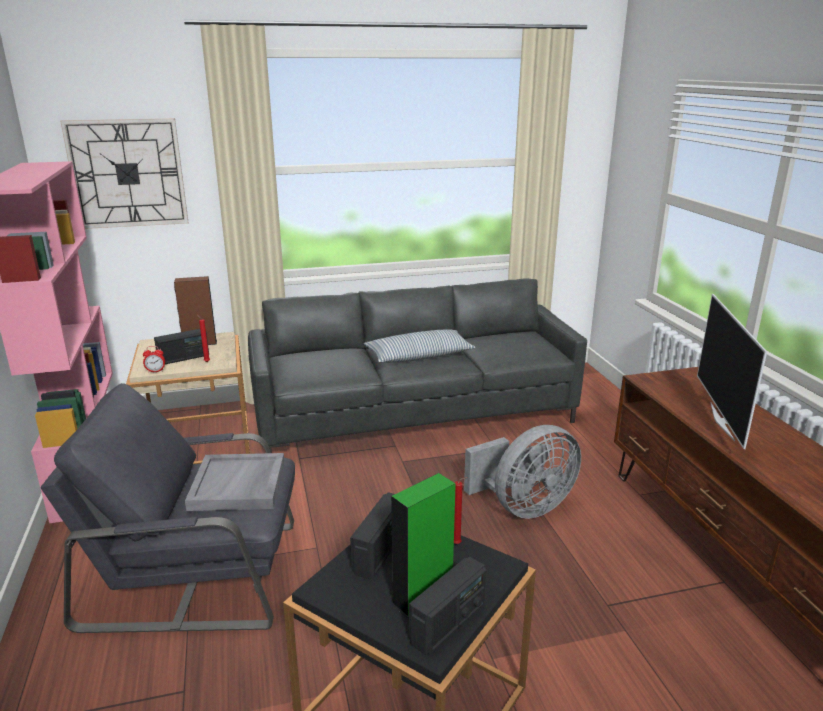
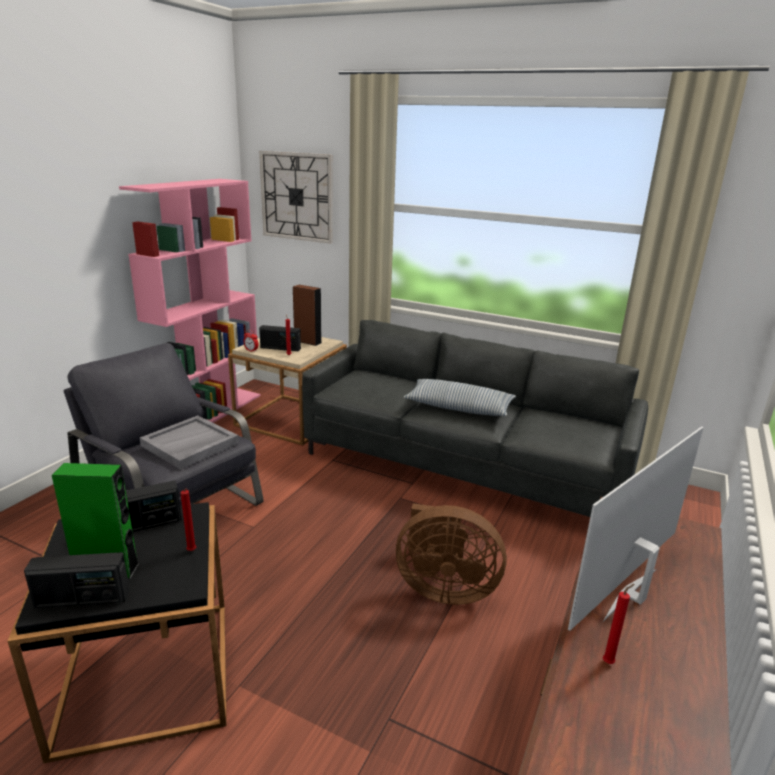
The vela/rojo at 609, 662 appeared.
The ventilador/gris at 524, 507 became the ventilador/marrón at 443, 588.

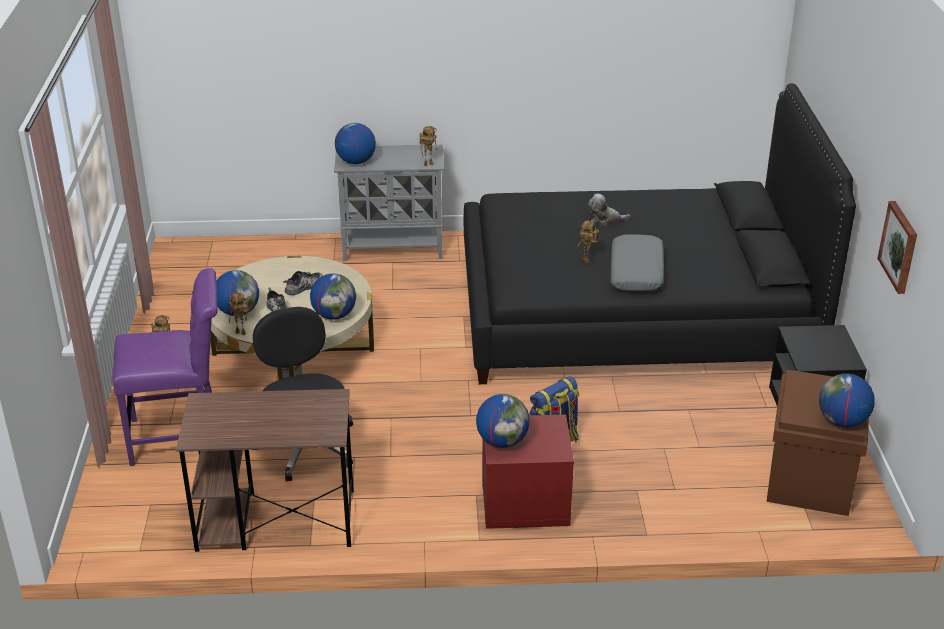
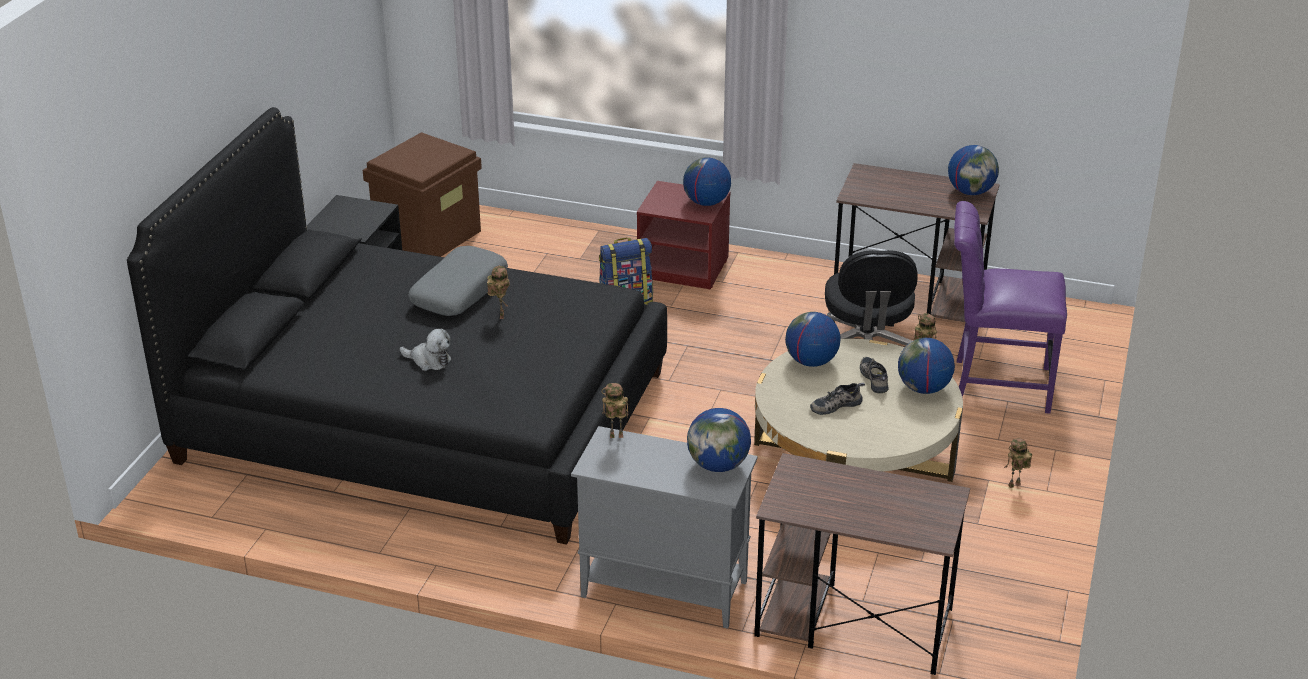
The cuadro at 899, 247 disappeared.
The escritorio/marrón at 852, 622 appeared.
The globo terráqueo moved from 842, 421 to 971, 192.

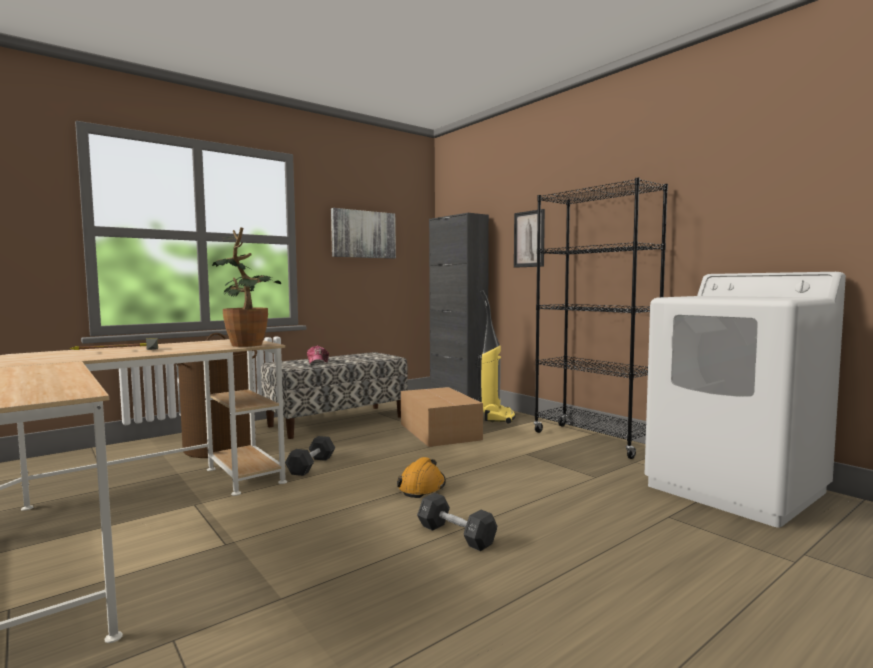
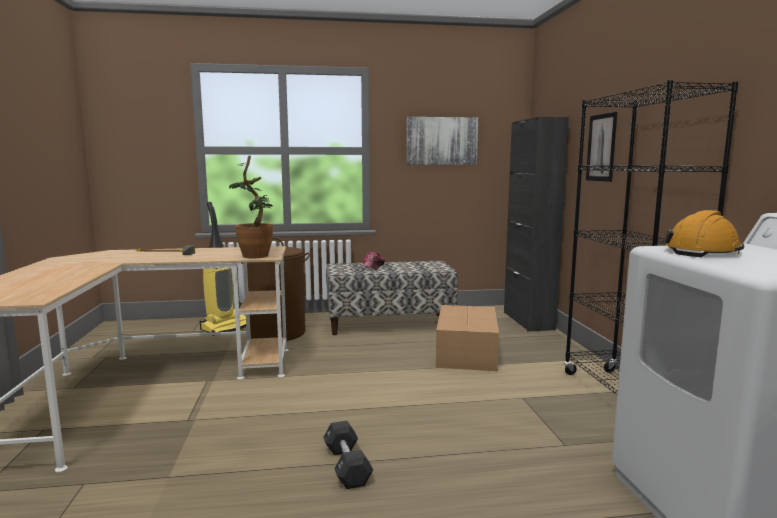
The mancuerna/negro at 311, 465 disappeared.
The casco/naranja moved from 422, 487 to 703, 251.
The aspiradora moved from 497, 417 to 226, 327.

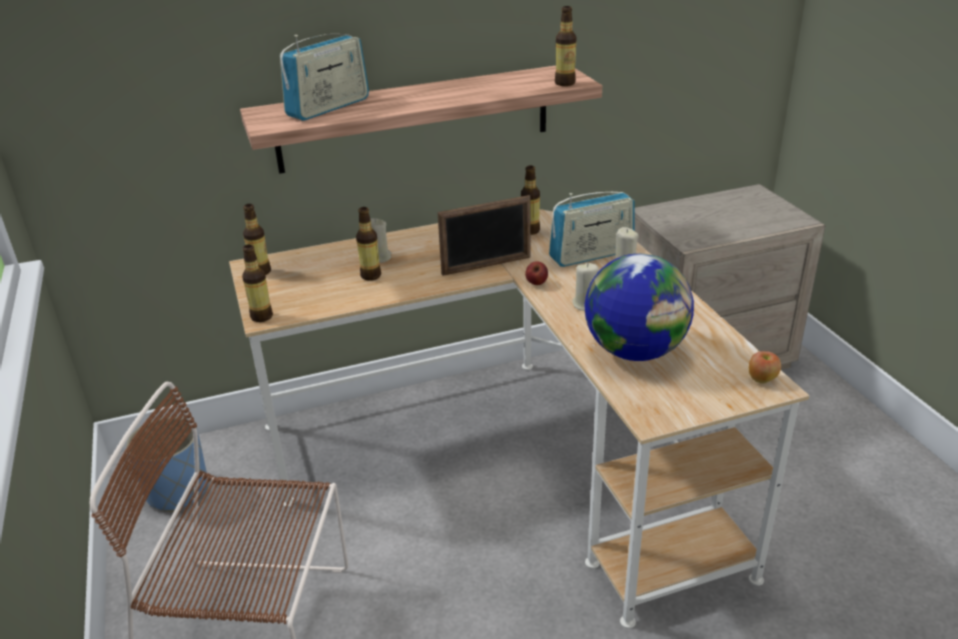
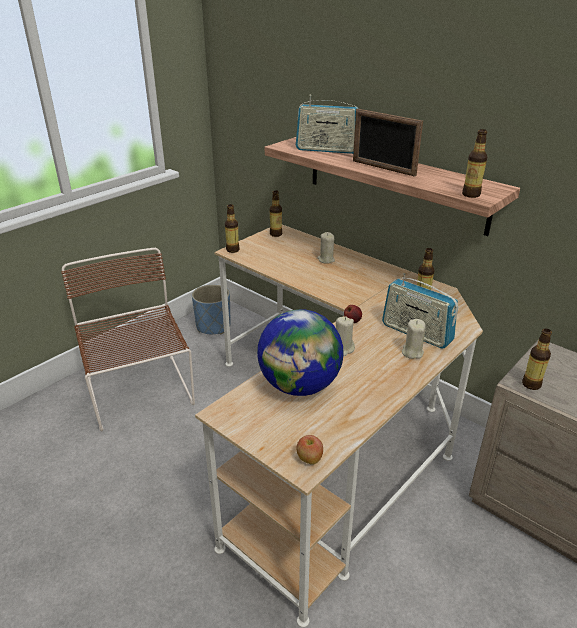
The botella moved from 370, 276 to 531, 384.
The portarretratos moved from 486, 265 to 383, 168.

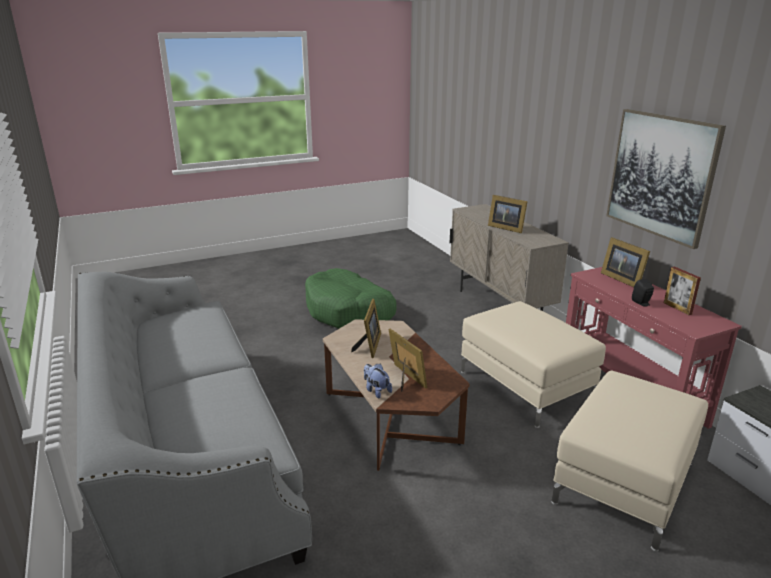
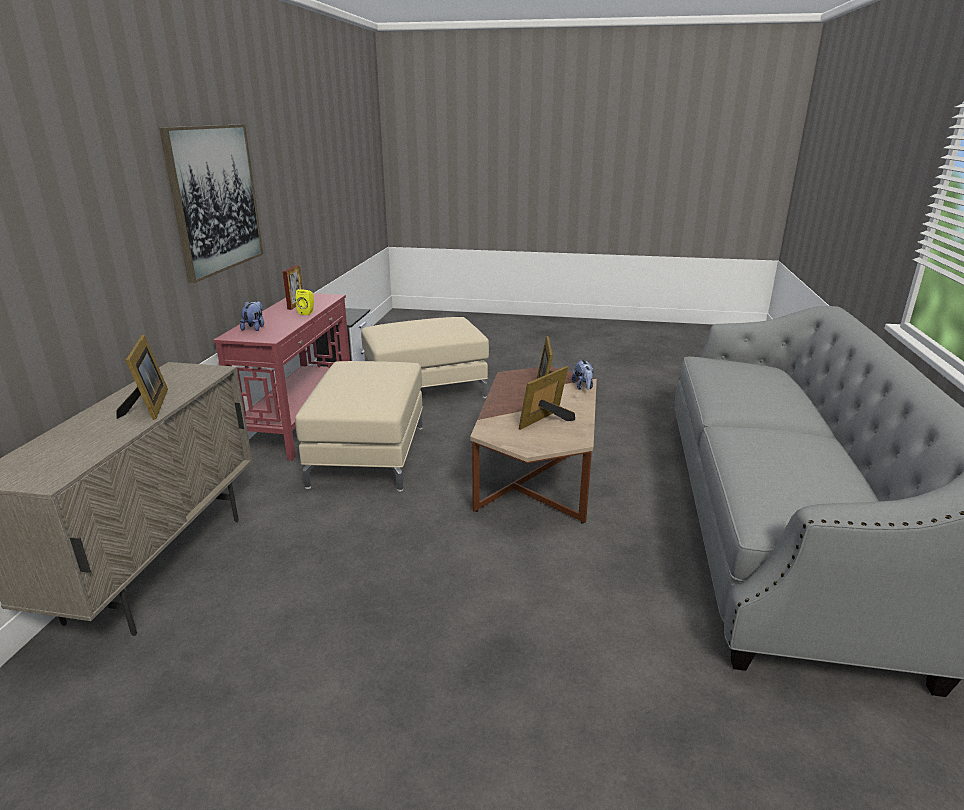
The cama para perro/verde at 349, 312 disappeared.
The portarretratos at 621, 279 was replaced by the peluche at 255, 328.
The altavoz/negro at 642, 303 became the altavoz/amarillo at 307, 312.

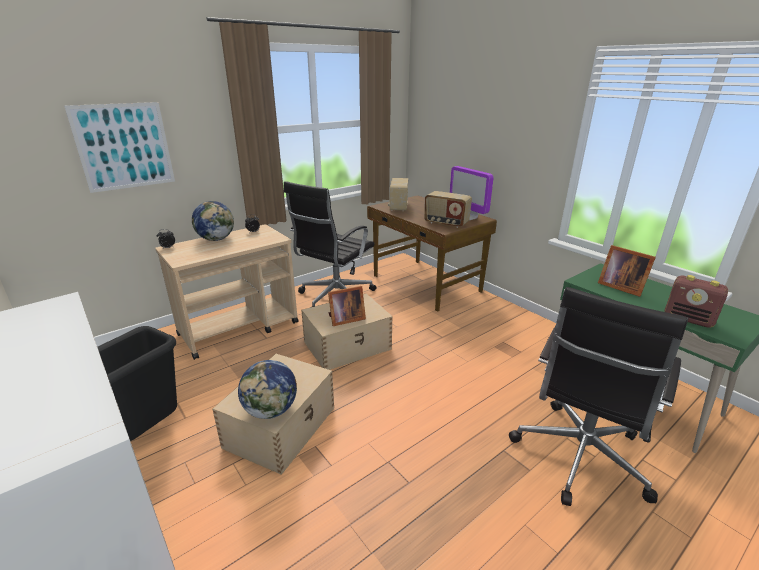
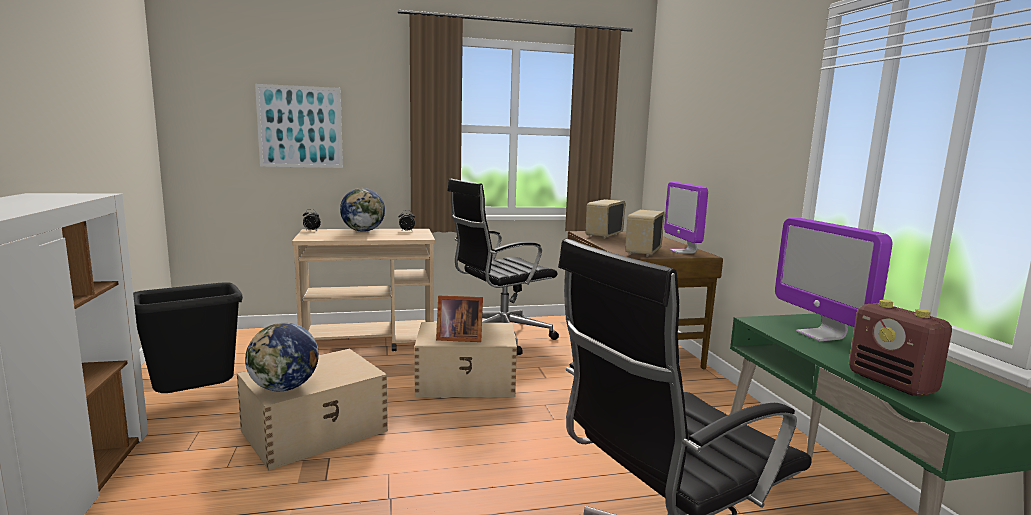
The portarretratos at 619, 286 was replaced by the monitor at 820, 335.
The radio at 446, 223 turned 60 degrees clockwise.

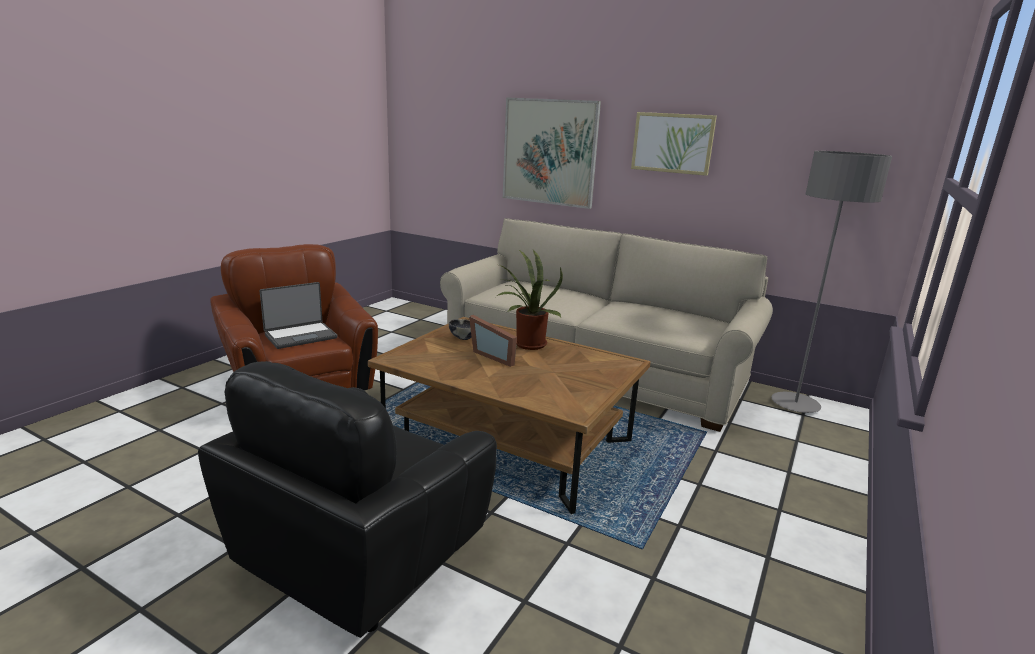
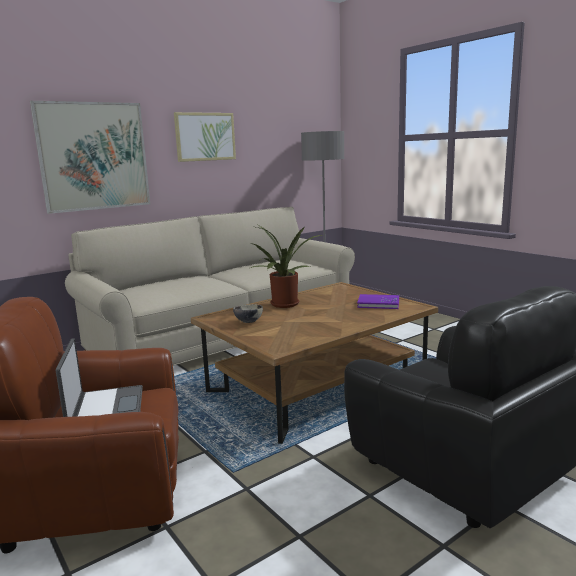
The portarretratos at 495, 356 disappeared.
The libro/morado at 378, 304 appeared.

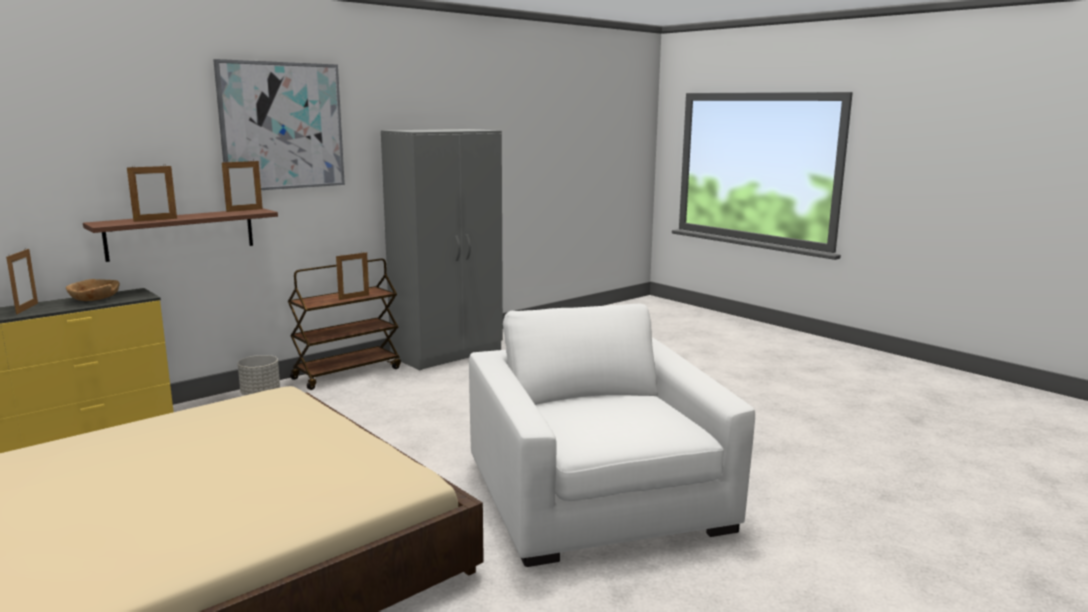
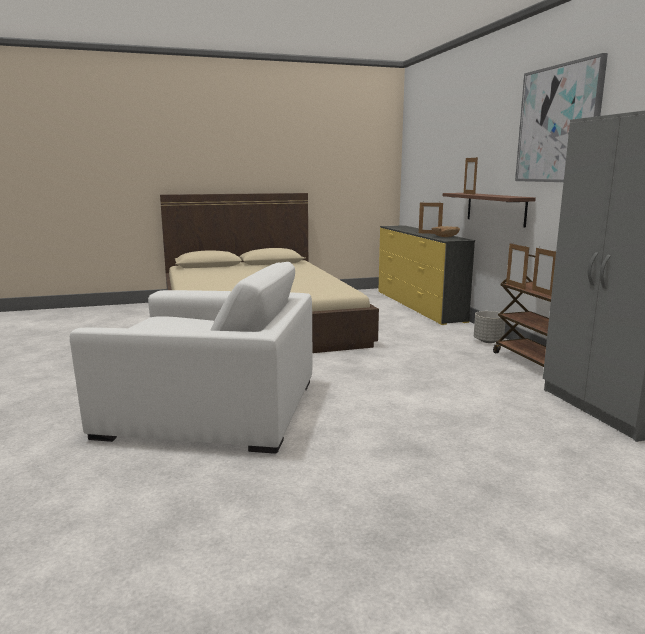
The portarretratos moved from 244, 210 to 515, 286.

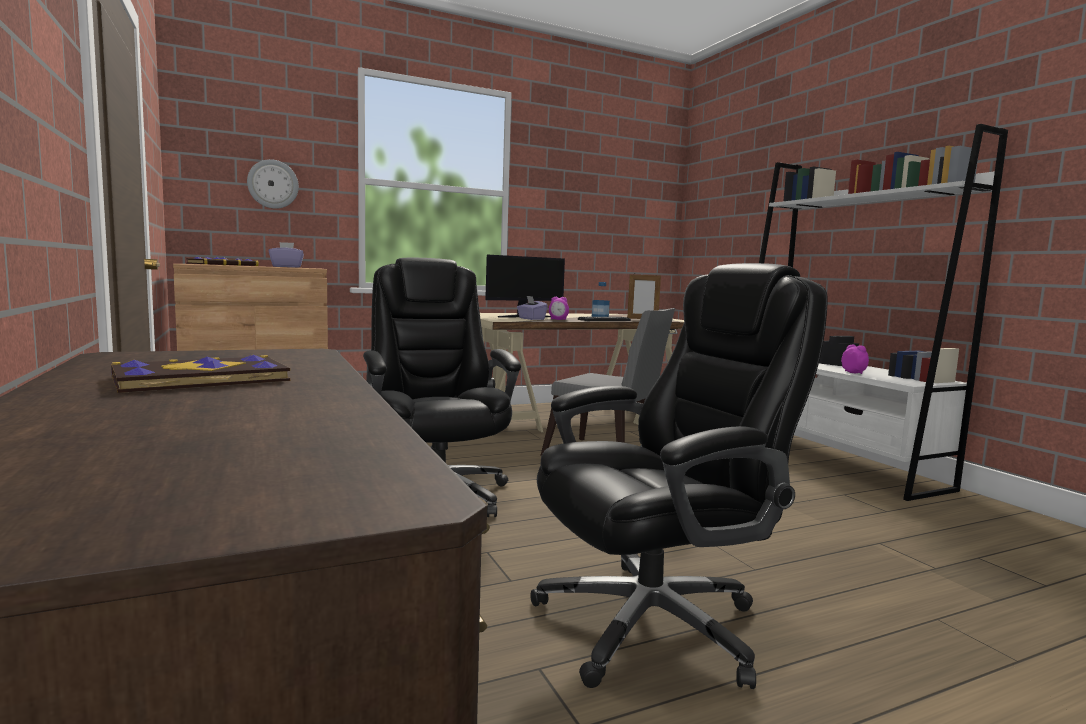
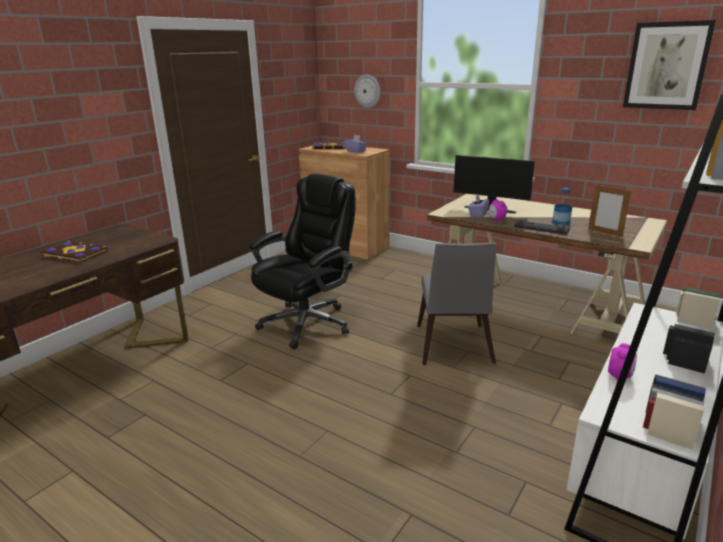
The silla de oficina/negro at 655, 623 disappeared.
The cuadro at 666, 66 appeared.

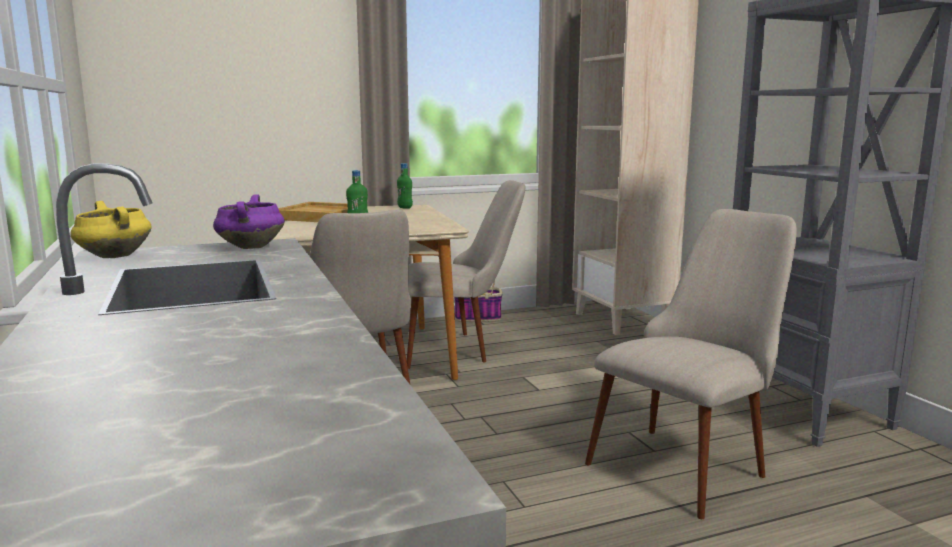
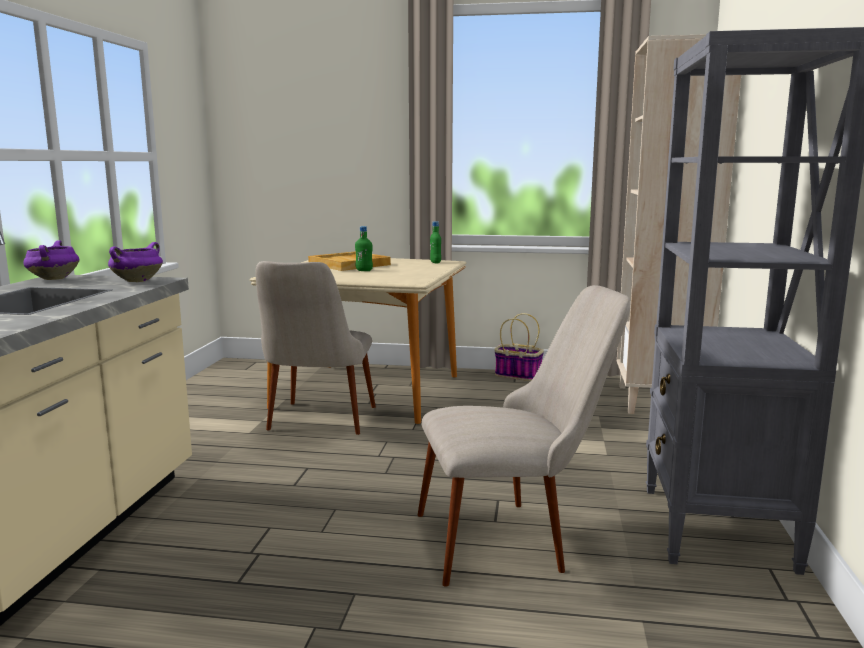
The silla/beis at 458, 348 disappeared.
The olla/amarillo at 113, 256 became the olla/morado at 53, 279.

